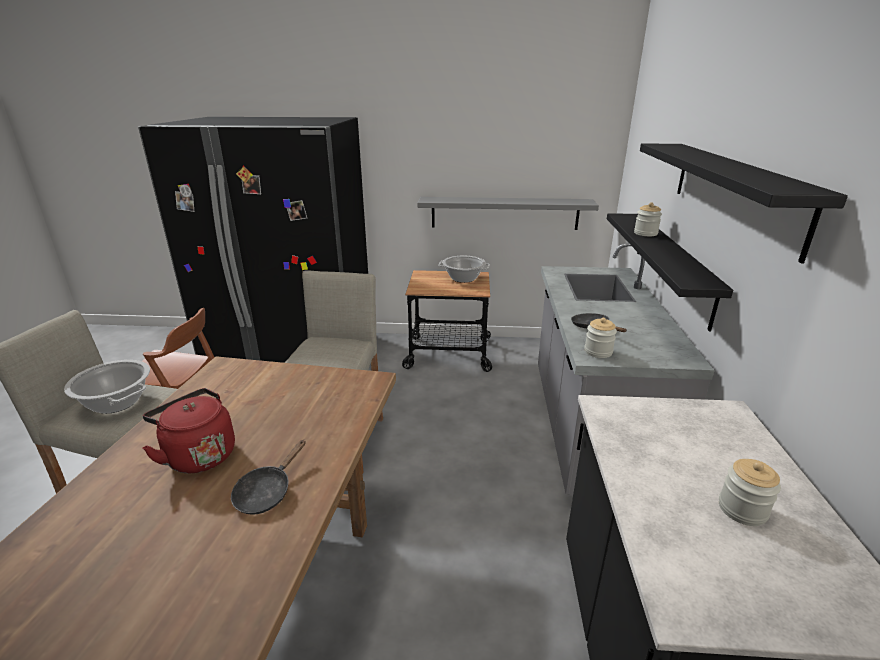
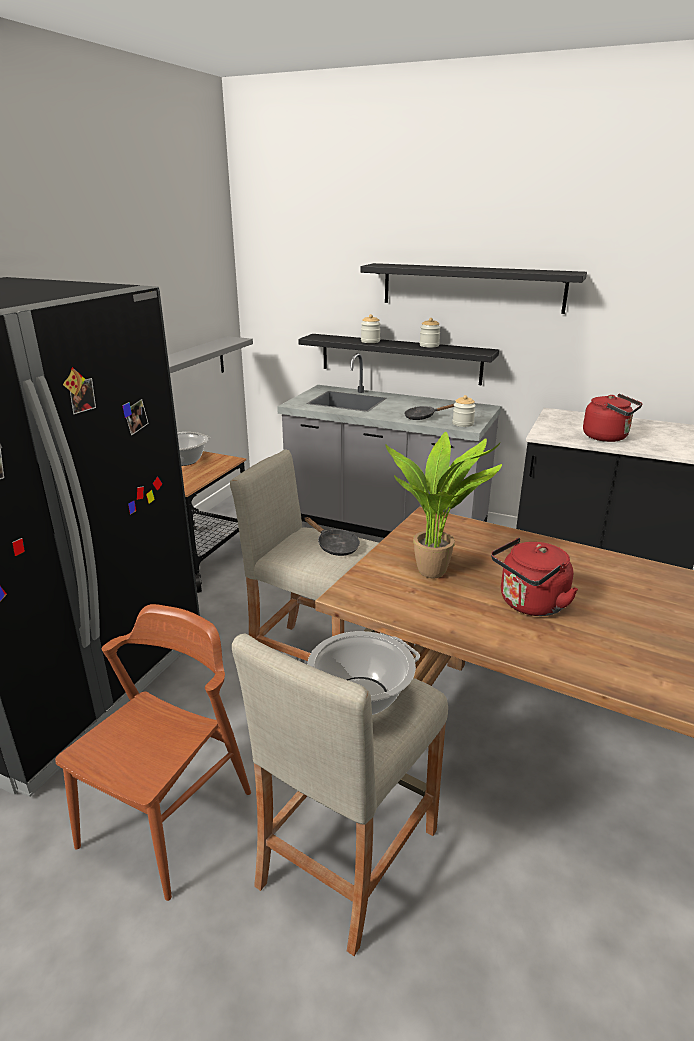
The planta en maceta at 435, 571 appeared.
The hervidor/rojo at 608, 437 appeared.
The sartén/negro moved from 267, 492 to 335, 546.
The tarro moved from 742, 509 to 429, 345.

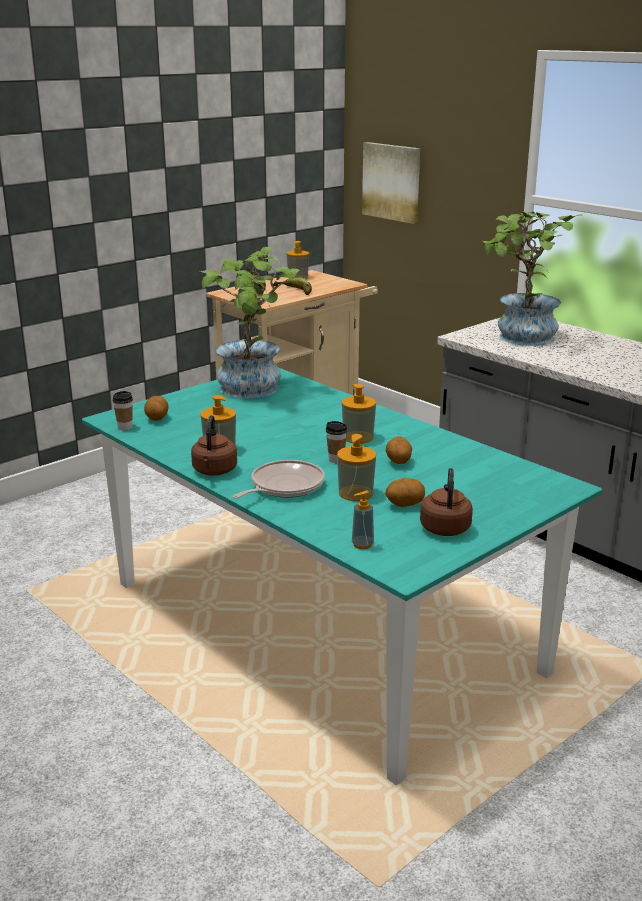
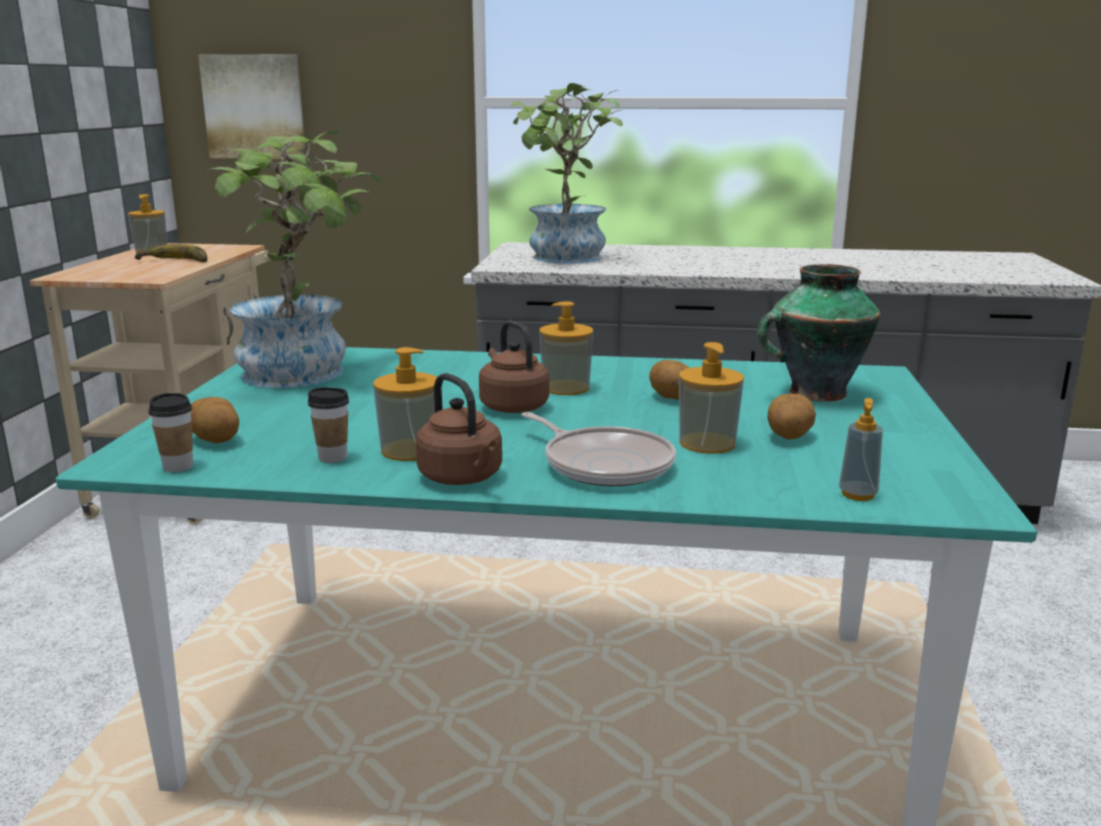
The florero at 814, 393 appeared.
The taza moved from 336, 460 to 333, 458.
The hervidor/marrón moved from 445, 527 to 512, 406.
The sartén at 284, 486 turned 135 degrees clockwise.

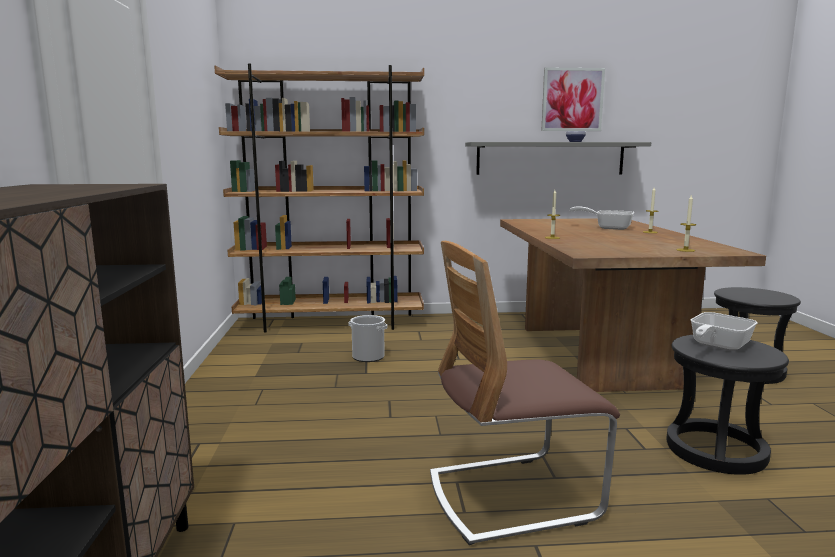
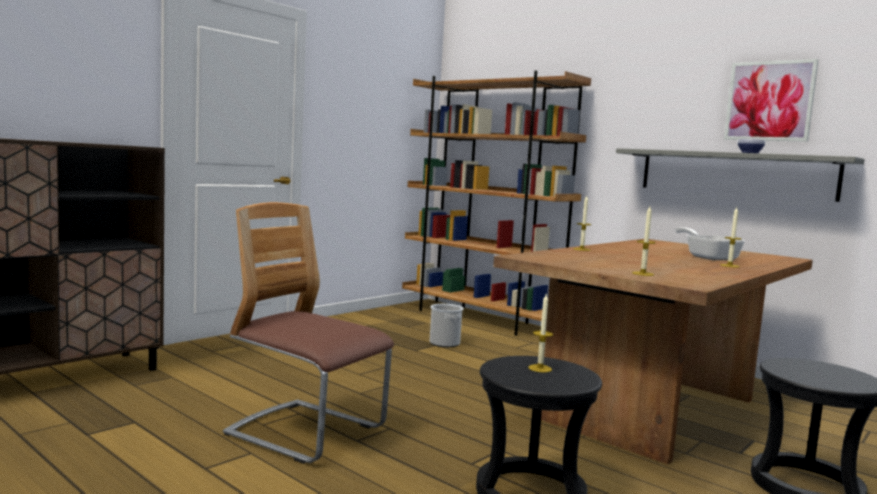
The sartén at 717, 346 was replaced by the vela at 540, 368.

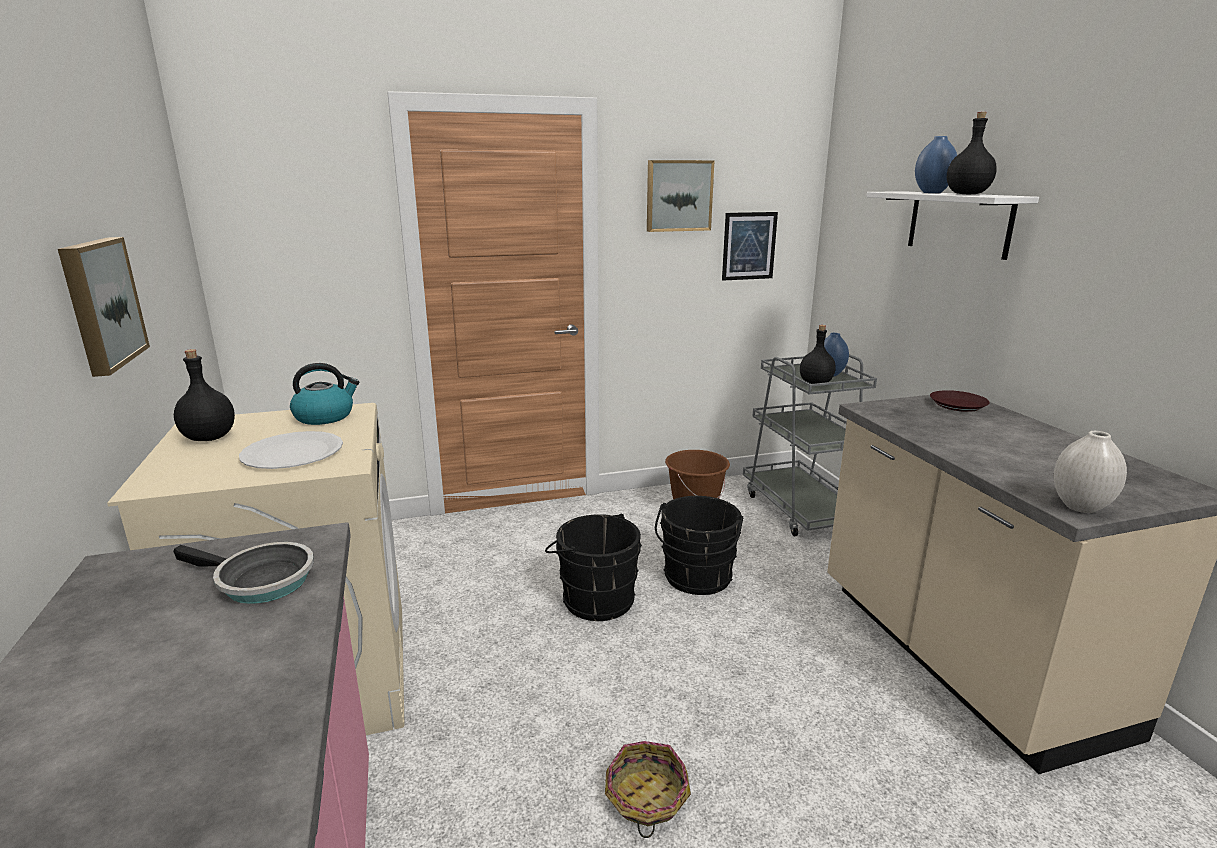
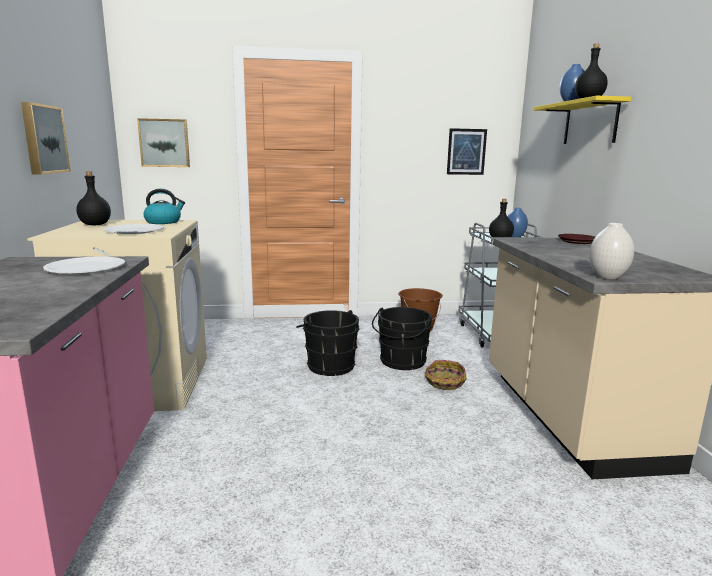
The cesta moved from 646, 798 to 444, 383.
The cuadro moved from 678, 196 to 164, 143.
The sartén at 259, 581 was replaced by the plato/blanco at 85, 268.
The estante/blanco at 958, 223 became the estante/amarillo at 590, 123.

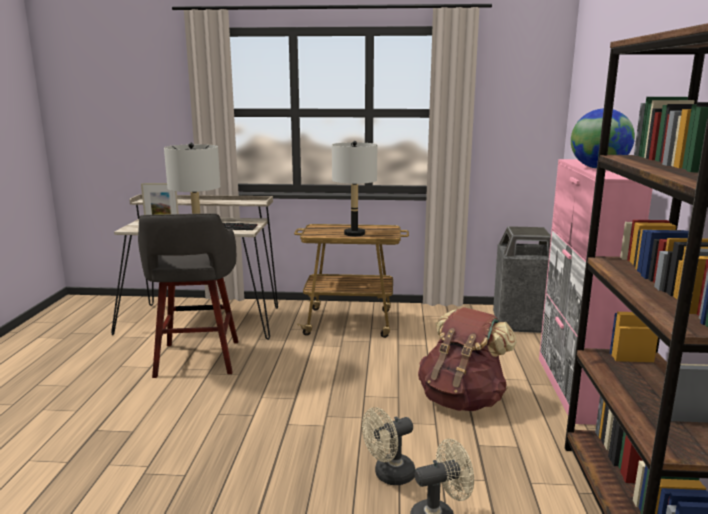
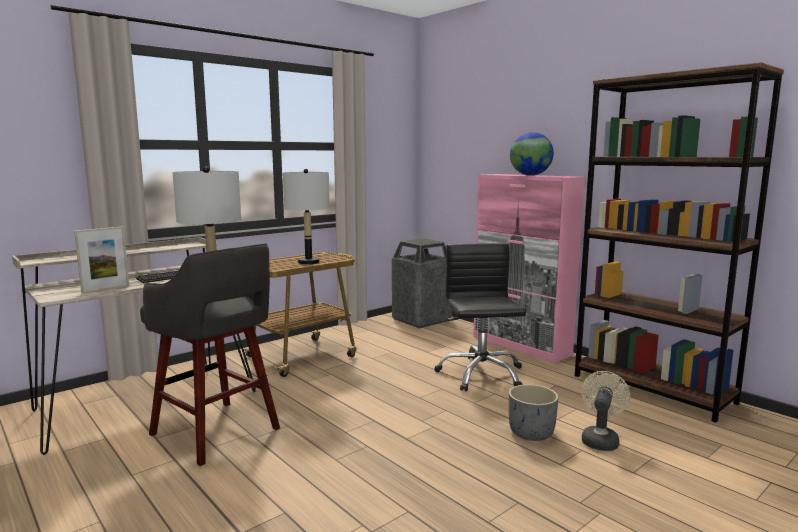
The ventilador/beis at 389, 476 was replaced by the maceta/gris at 532, 433.
The mochila/marrón at 462, 400 was replaced by the silla de oficina/negro at 480, 374.

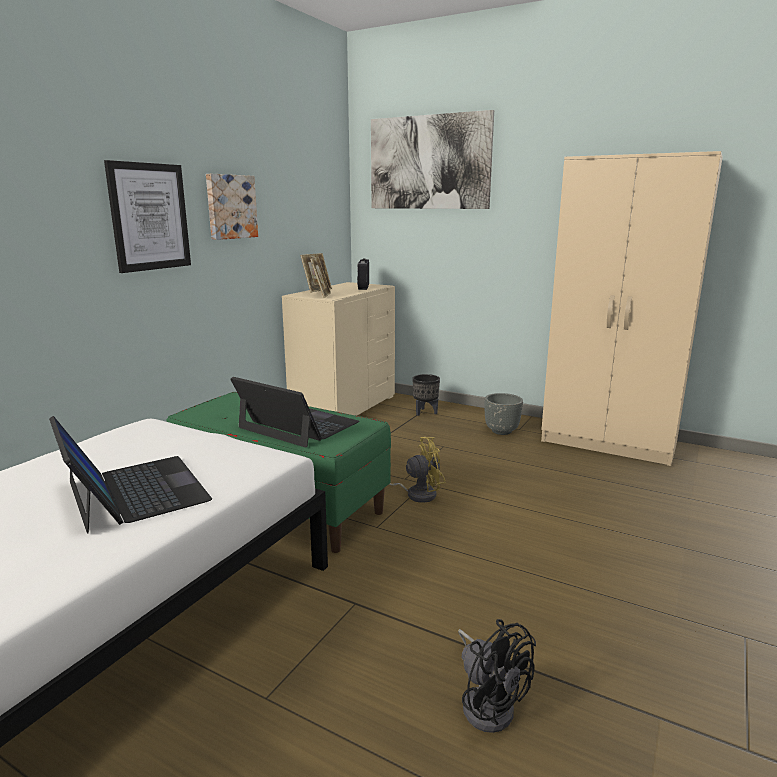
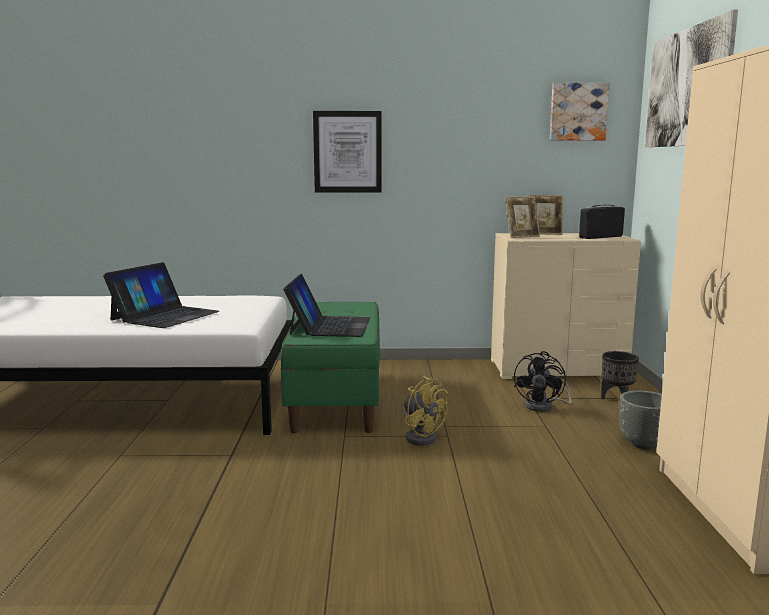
The cuadro moved from 230, 207 to 578, 112.
The ventilador/negro moved from 488, 702 to 544, 406.

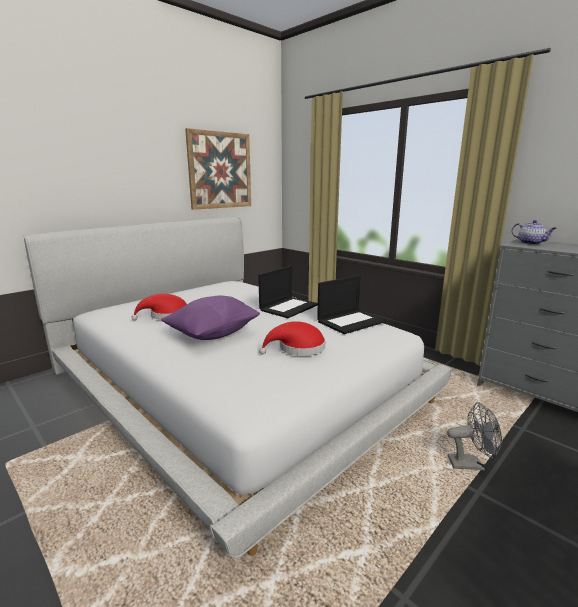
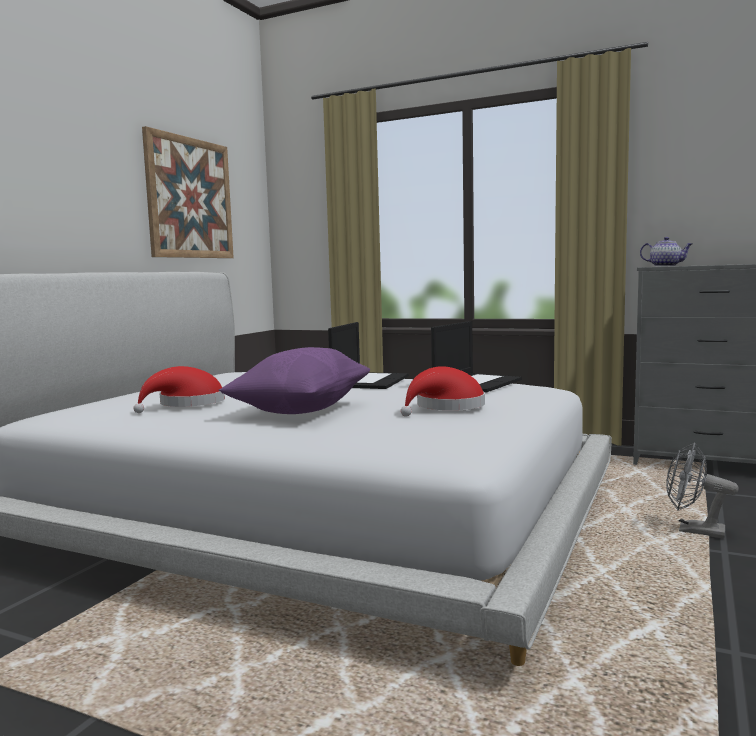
The ventilador/gris at 470, 464 turned 135 degrees counterclockwise.

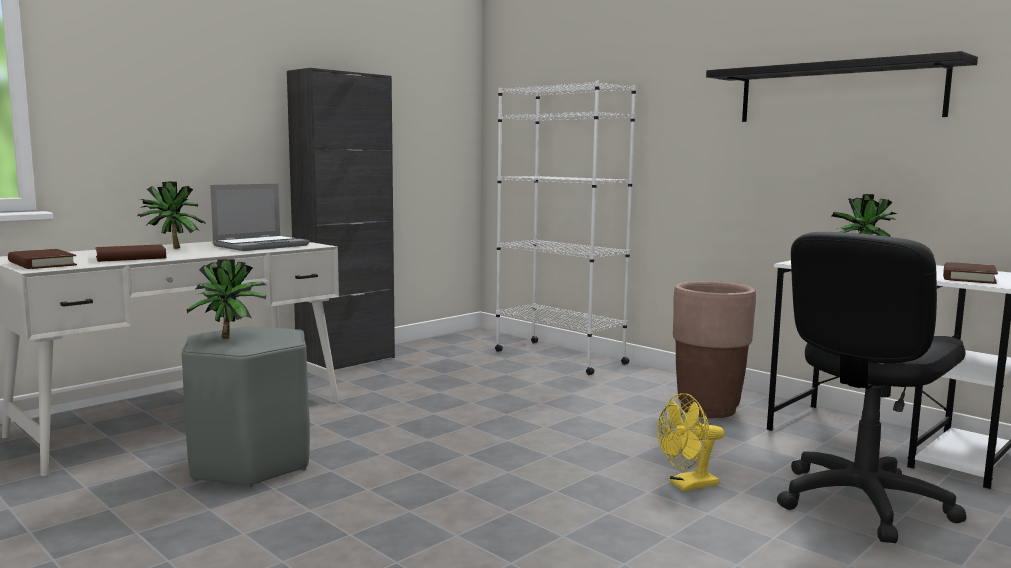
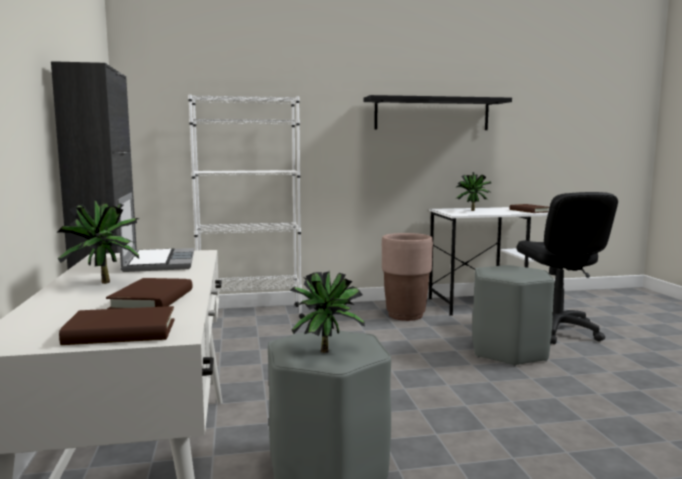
The ventilador/amarillo at 687, 485 was replaced by the taburete/gris at 509, 352.

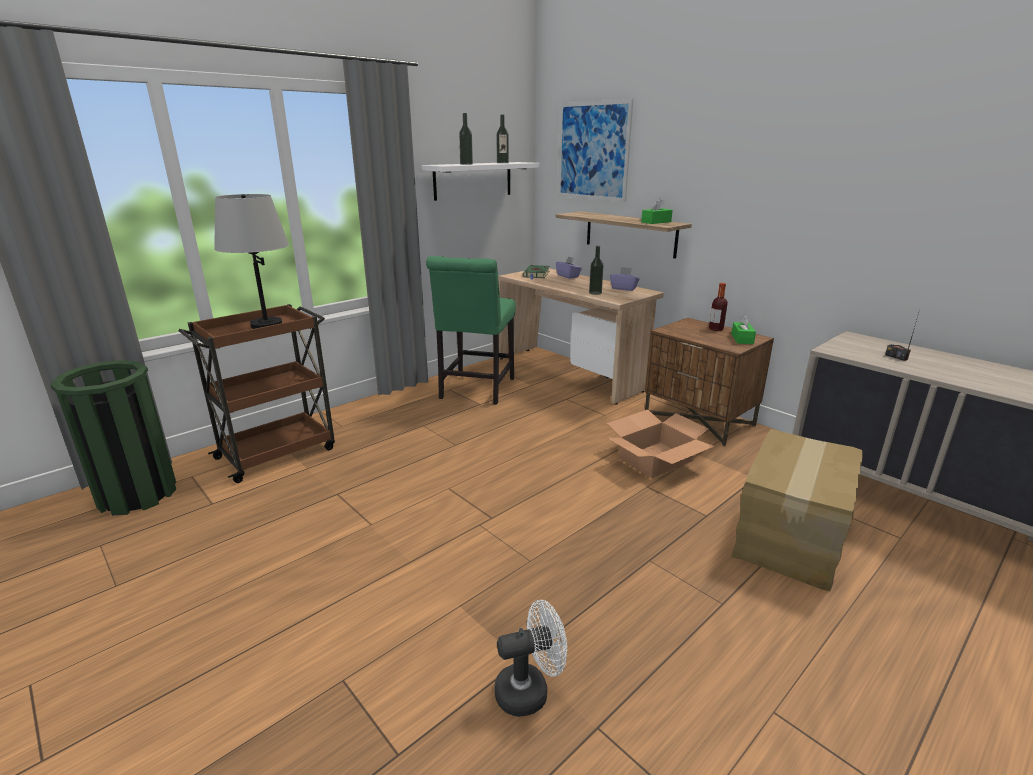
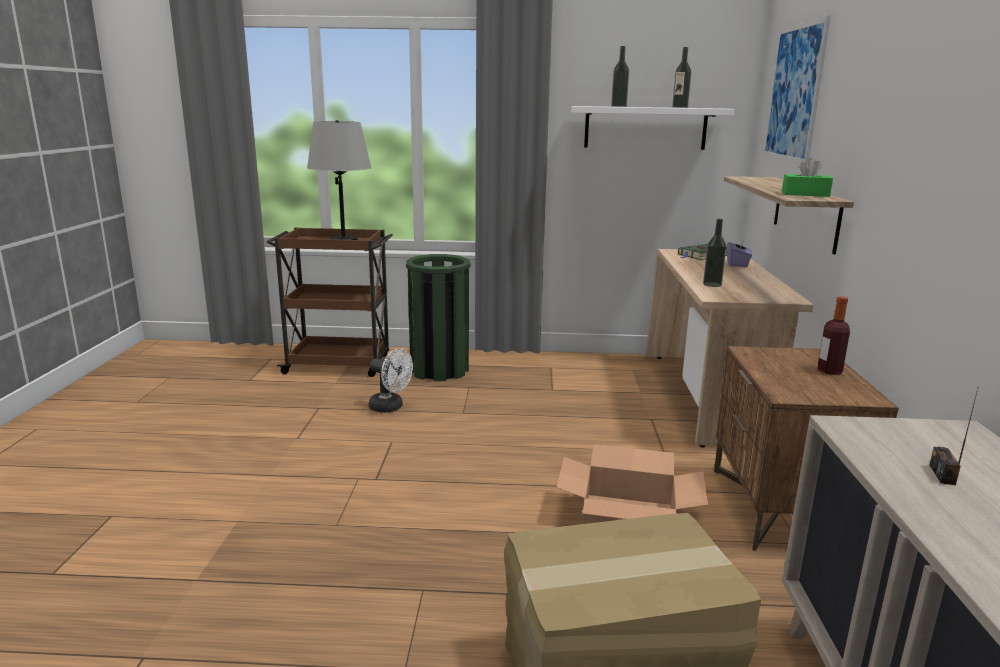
The silla/verde at 475, 390 disappeared.
The caja de pañuelos/morado at 624, 288 disappeared.
The caja de pañuelos/verde at 742, 339 disappeared.
The papelera/verde moved from 138, 494 to 439, 370.
The ventilador/blanco moved from 530, 690 to 390, 407.

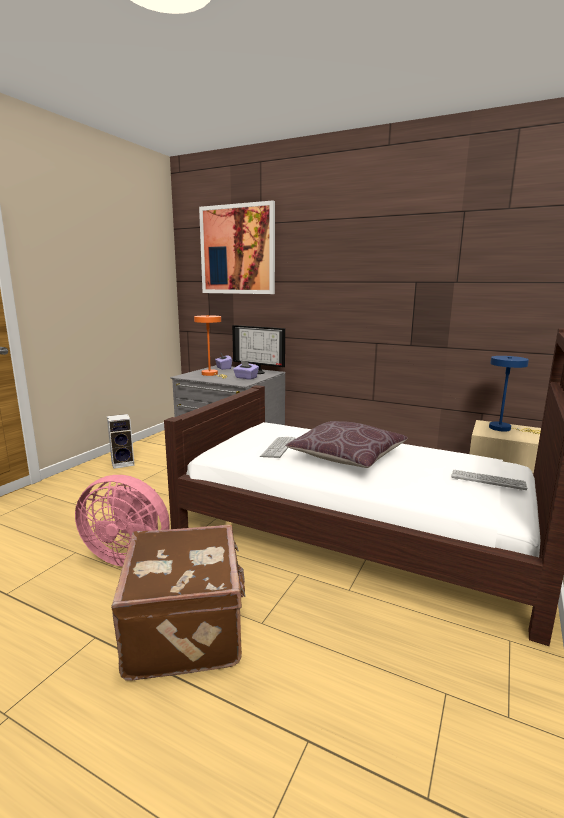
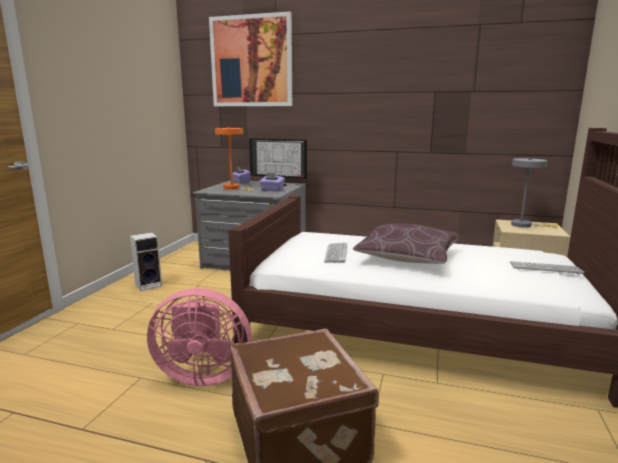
The lámpara de mesa/azul at 504, 428 became the lámpara de mesa/gris at 525, 225.

